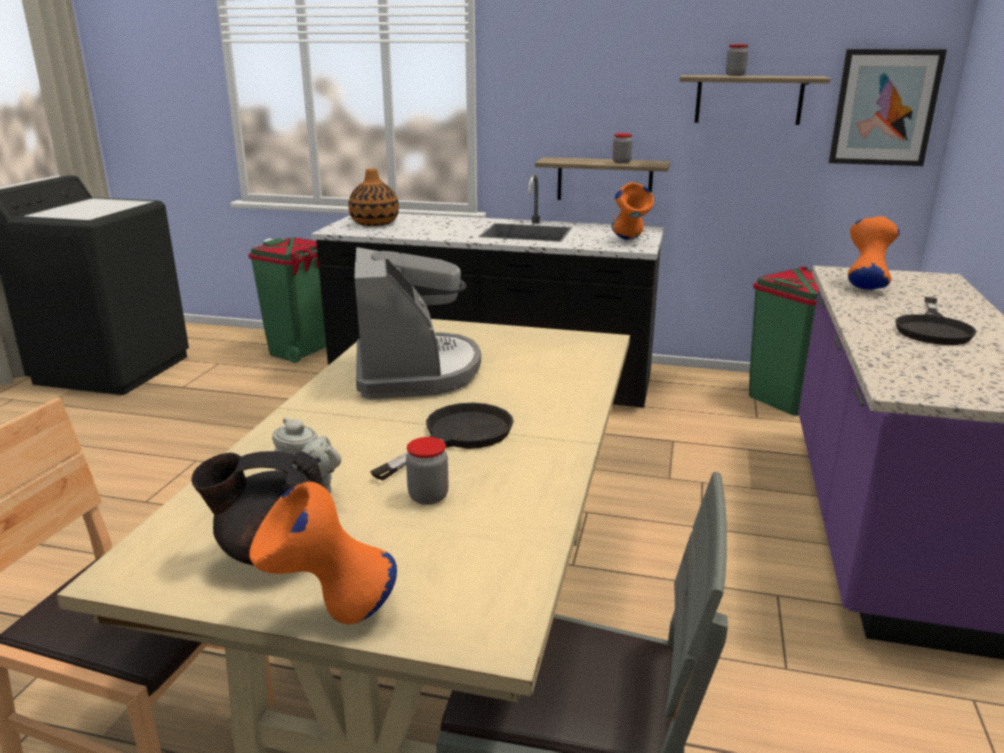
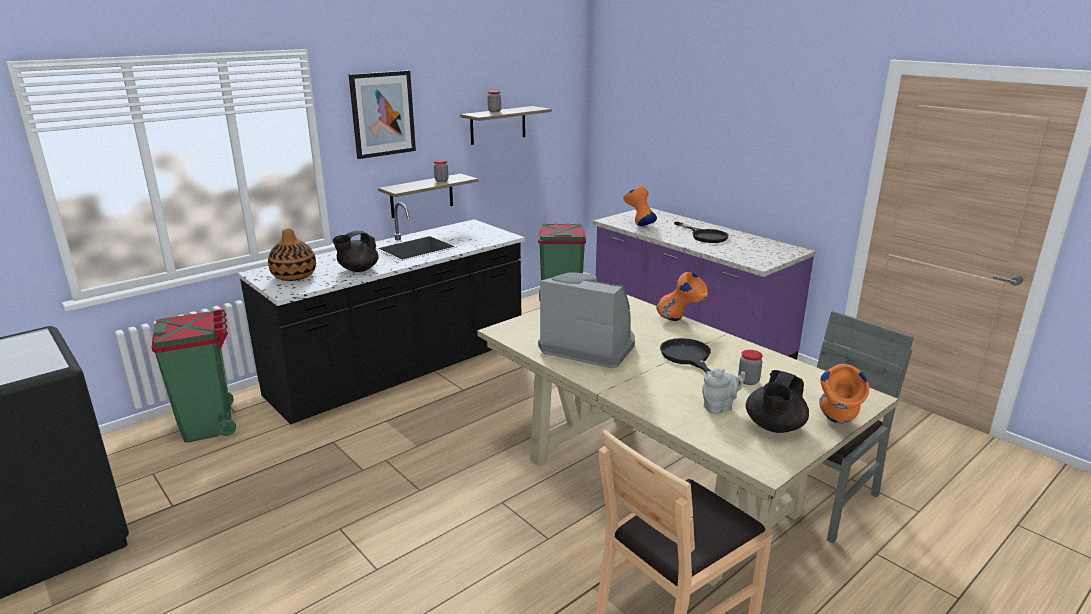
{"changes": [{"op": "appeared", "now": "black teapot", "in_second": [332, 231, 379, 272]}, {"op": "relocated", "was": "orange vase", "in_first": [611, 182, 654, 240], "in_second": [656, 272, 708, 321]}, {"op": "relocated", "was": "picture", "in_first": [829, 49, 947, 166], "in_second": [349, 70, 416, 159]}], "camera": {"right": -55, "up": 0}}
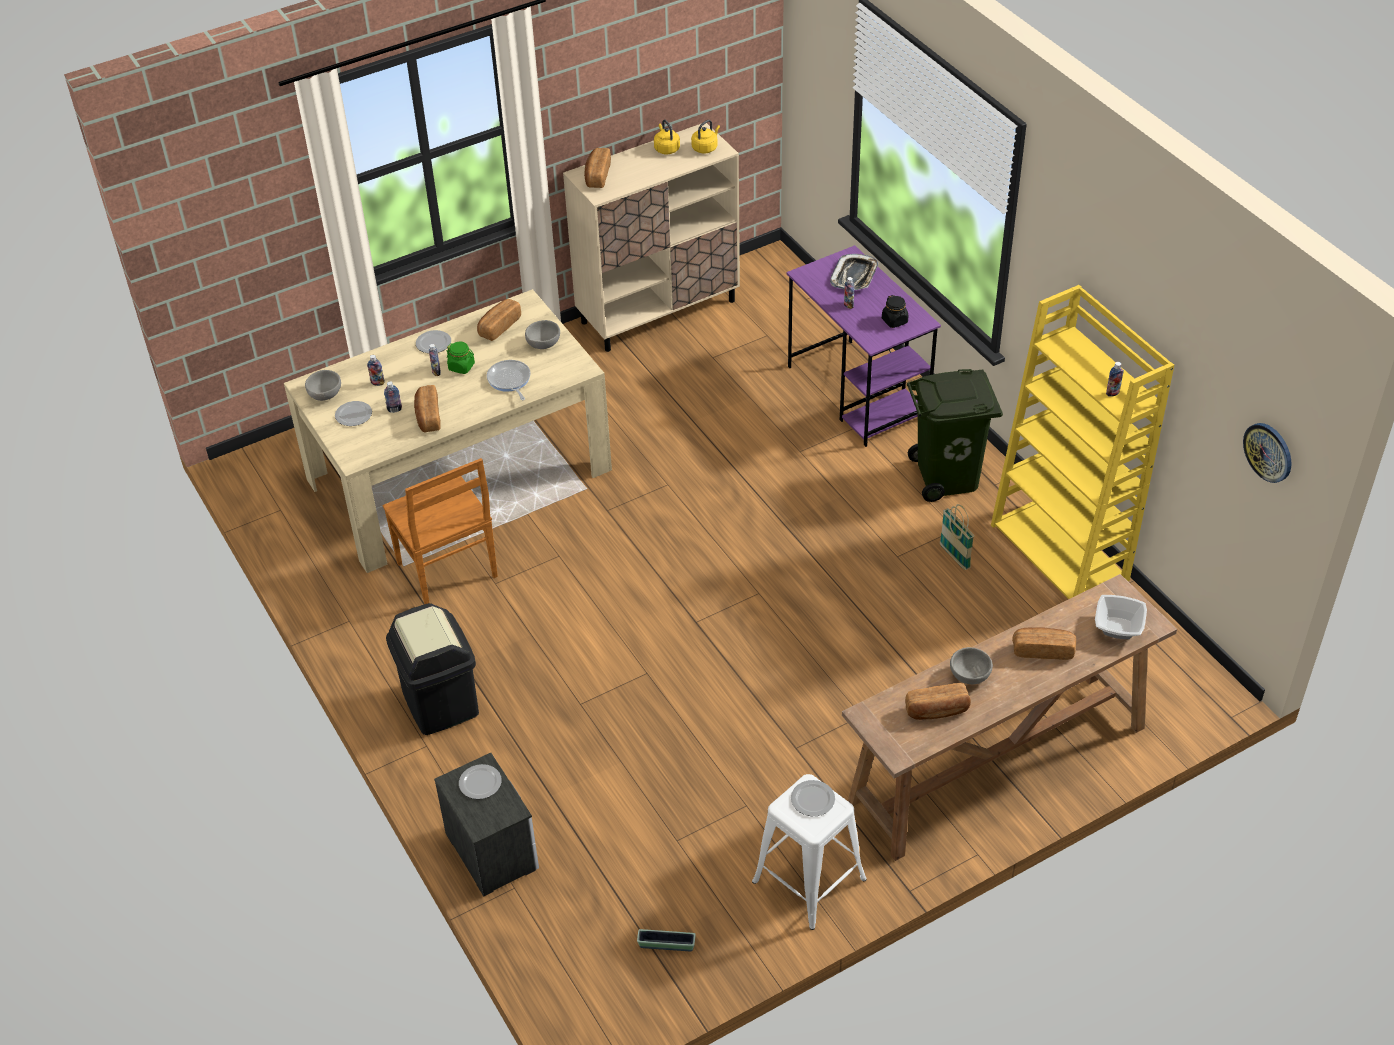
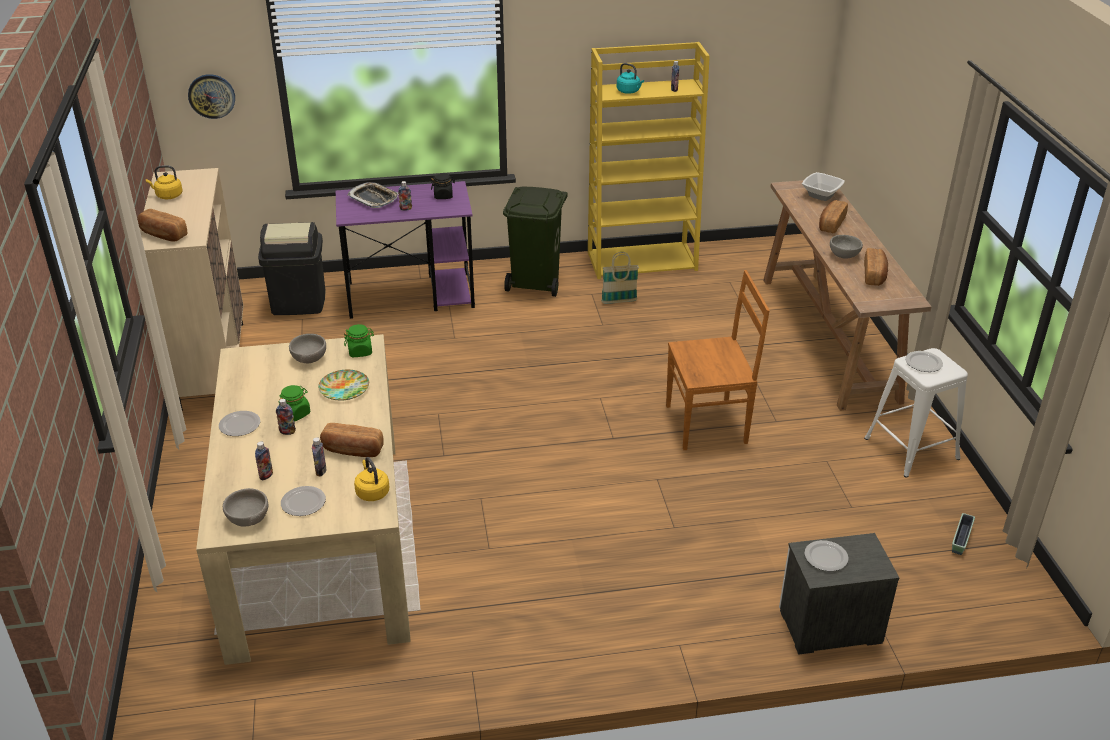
{"changes": [{"op": "missing", "was": "bread", "in_first": [477, 299, 521, 341]}, {"op": "appeared", "now": "green jar", "in_second": [344, 324, 374, 357]}, {"op": "appeared", "now": "turquoise kettle", "in_second": [617, 63, 644, 94]}, {"op": "relocated", "was": "brown chair", "in_first": [383, 458, 498, 604], "in_second": [666, 270, 770, 450]}, {"op": "relocated", "was": "black trash can", "in_first": [386, 603, 479, 735], "in_second": [258, 222, 326, 315]}, {"op": "relocated", "was": "yellow kettle", "in_first": [691, 120, 720, 153], "in_second": [354, 457, 389, 501]}, {"op": "relocated", "was": "wall clock", "in_first": [1243, 423, 1291, 483], "in_second": [188, 74, 235, 119]}, {"op": "exchanged", "was": "frying pan", "now": "plate", "in_first": [487, 360, 531, 400], "in_second": [318, 370, 369, 401]}], "camera": {"right": -70, "up": -10}}
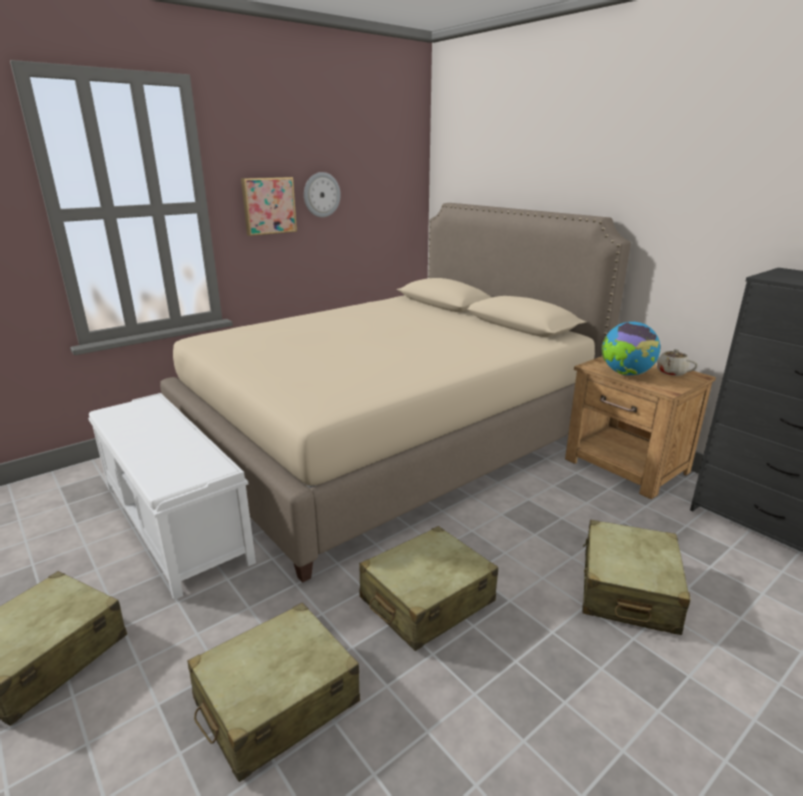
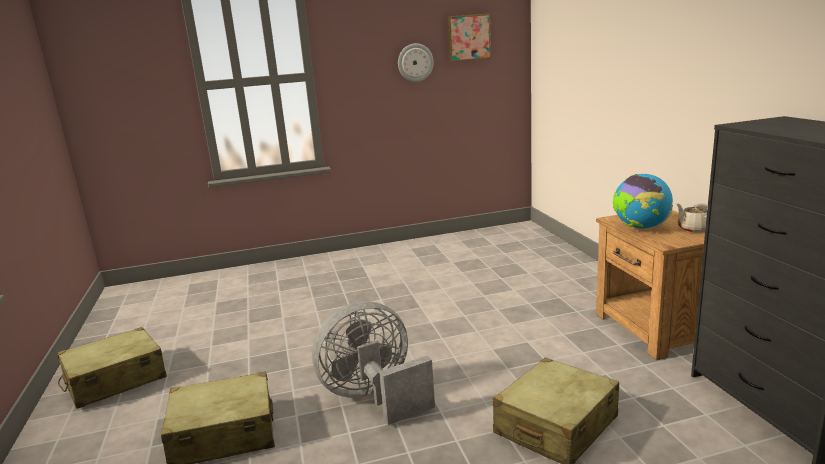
{"changes": [{"op": "missing", "was": "white bench", "in_first": [88, 393, 256, 600]}, {"op": "missing", "was": "beige bed", "in_first": [160, 203, 631, 583]}, {"op": "relocated", "was": "picture", "in_first": [241, 177, 297, 236], "in_second": [447, 14, 491, 62]}, {"op": "exchanged", "was": "beige suitcase", "now": "grey fan", "in_first": [359, 526, 498, 651], "in_second": [312, 301, 435, 425]}], "camera": {"right": 25, "up": -5}}
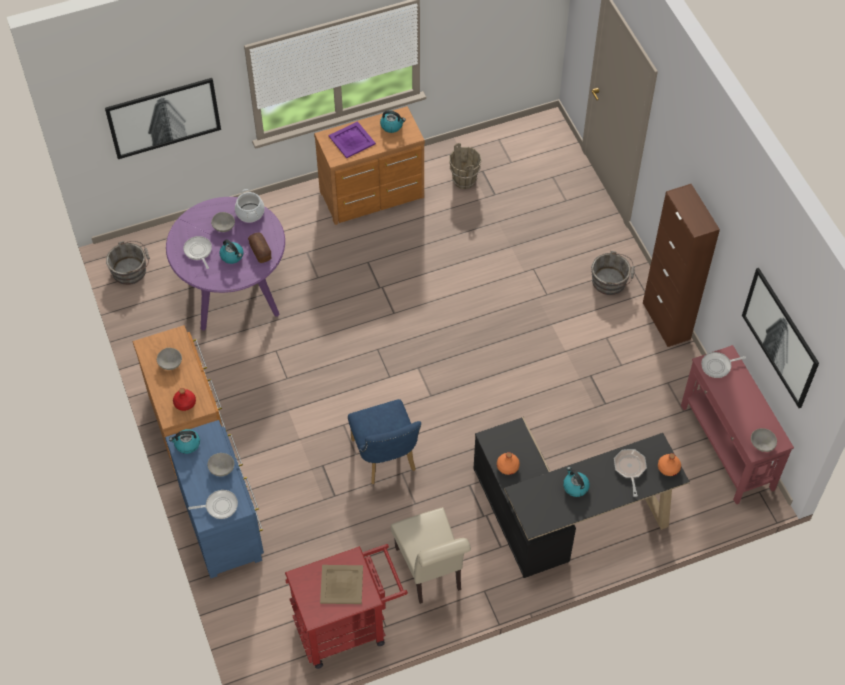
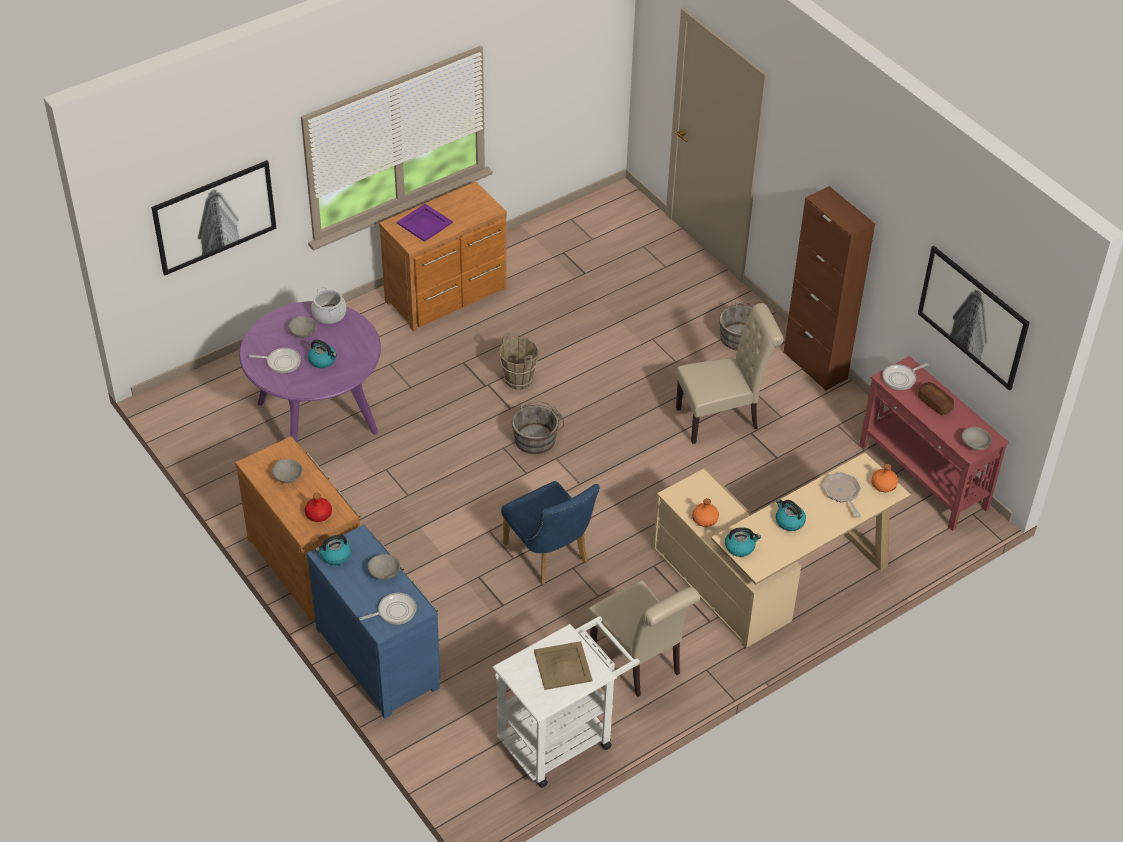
{"changes": [{"op": "appeared", "now": "beige chair", "in_second": [676, 303, 784, 444]}, {"op": "relocated", "was": "grey bucket", "in_first": [106, 241, 150, 285], "in_second": [512, 402, 564, 454]}, {"op": "relocated", "was": "bread", "in_first": [248, 233, 271, 263], "in_second": [918, 382, 954, 416]}, {"op": "relocated", "was": "kettle", "in_first": [380, 110, 406, 133], "in_second": [725, 527, 761, 557]}, {"op": "relocated", "was": "brown bucket", "in_first": [449, 143, 482, 189], "in_second": [499, 333, 539, 390]}, {"op": "colour", "was": "red cart", "now": "white cart", "in_first": [285, 544, 408, 669], "in_second": [492, 616, 640, 788]}, {"op": "colour", "was": "black desk", "now": "beige desk", "in_first": [473, 417, 690, 578], "in_second": [653, 453, 911, 648]}, {"op": "spun", "was": "frying pan", "in_first": [183, 236, 212, 269], "in_second": [249, 348, 301, 373], "clockwise": 135}], "camera": {"right": -15, "up": -10}}
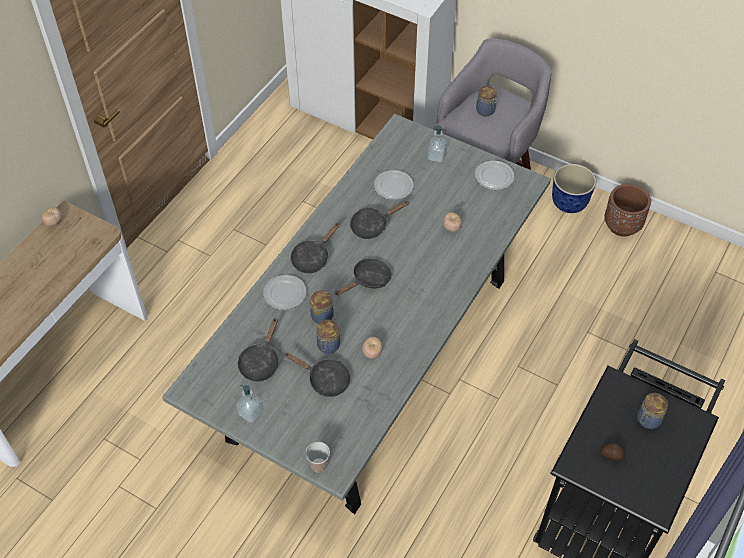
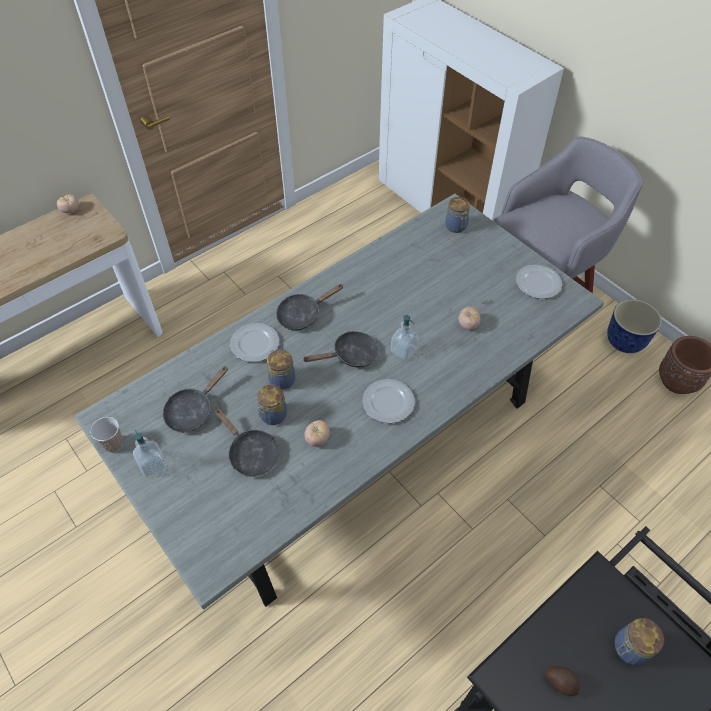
{"changes": [{"op": "missing", "was": "black frying pan", "in_first": [350, 201, 409, 239]}, {"op": "relocated", "was": "cup", "in_first": [306, 442, 330, 473], "in_second": [90, 417, 123, 452]}, {"op": "relocated", "was": "plate", "in_first": [374, 170, 414, 200], "in_second": [363, 379, 415, 423]}, {"op": "relocated", "was": "soap dispenser", "in_first": [427, 126, 447, 162], "in_second": [391, 315, 419, 360]}, {"op": "relocated", "was": "jar", "in_first": [476, 86, 497, 116], "in_second": [445, 197, 470, 233]}], "camera": {"right": 20, "up": 0}}
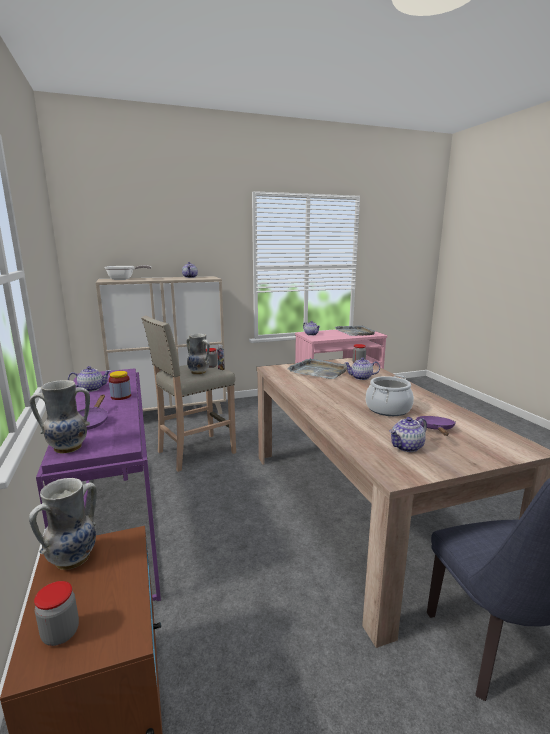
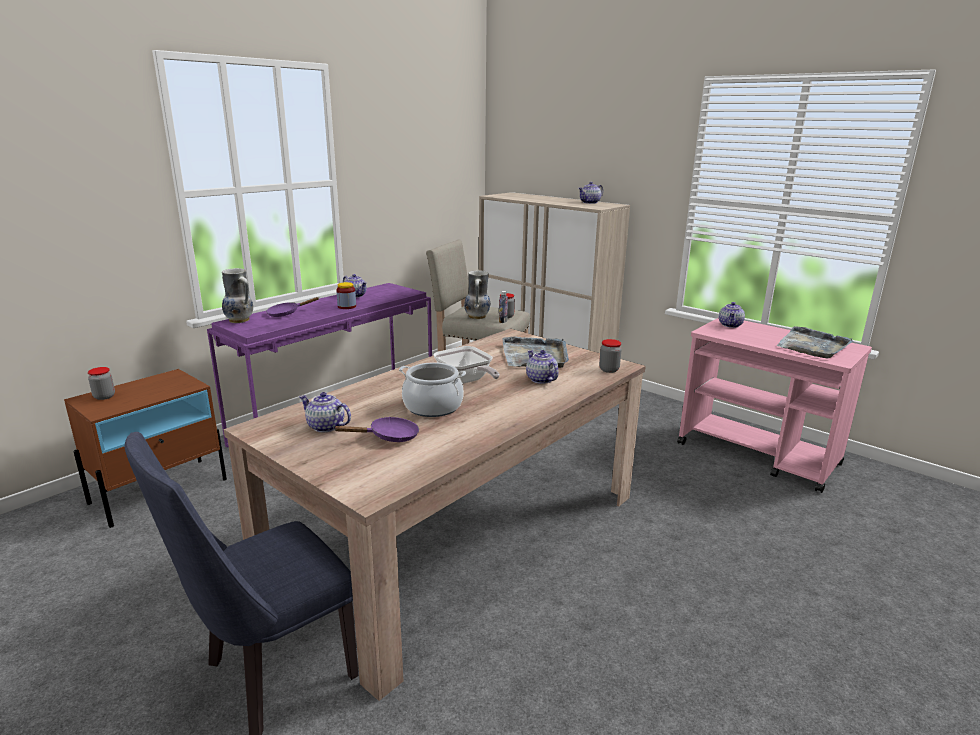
{"changes": [{"op": "missing", "was": "vase", "in_first": [29, 478, 96, 570]}, {"op": "relocated", "was": "frying pan", "in_first": [105, 265, 151, 280], "in_second": [434, 346, 500, 384]}], "camera": {"right": 60, "up": 5}}
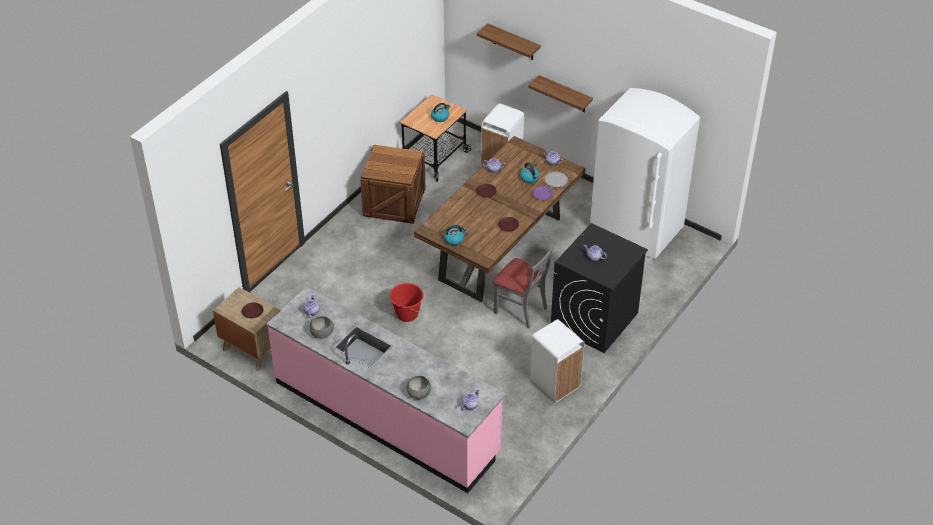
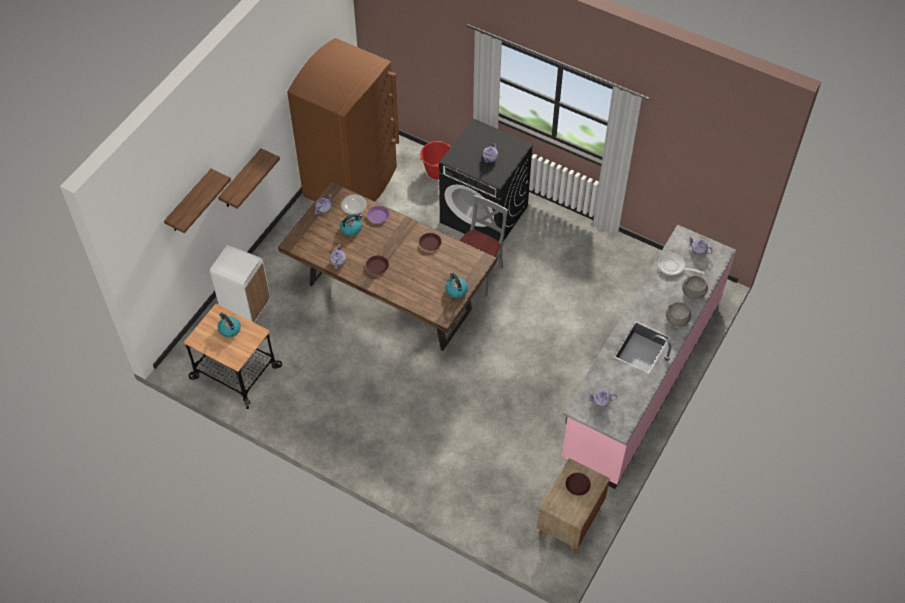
{"changes": [{"op": "missing", "was": "crate", "in_first": [360, 145, 426, 224]}, {"op": "missing", "was": "white trash can", "in_first": [530, 319, 584, 402]}, {"op": "appeared", "now": "frying pan", "in_second": [658, 253, 705, 275]}, {"op": "relocated", "was": "grey bowl", "in_first": [310, 316, 334, 339], "in_second": [666, 302, 691, 327]}, {"op": "relocated", "was": "red bucket", "in_first": [390, 283, 423, 322], "in_second": [420, 141, 451, 180]}, {"op": "colour", "was": "white fridge", "now": "brown fridge", "in_first": [590, 88, 700, 259], "in_second": [287, 38, 399, 202]}], "camera": {"right": -95, "up": 10}}
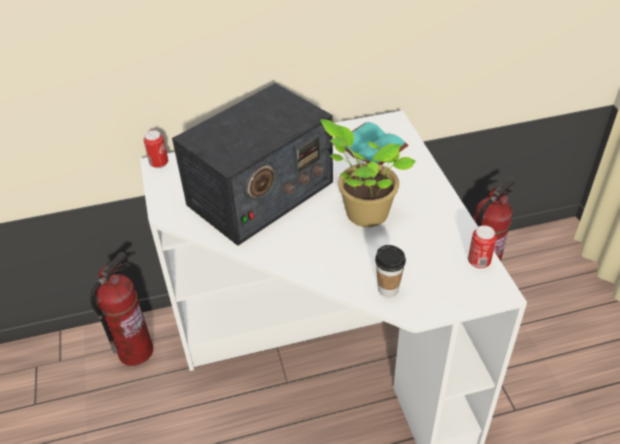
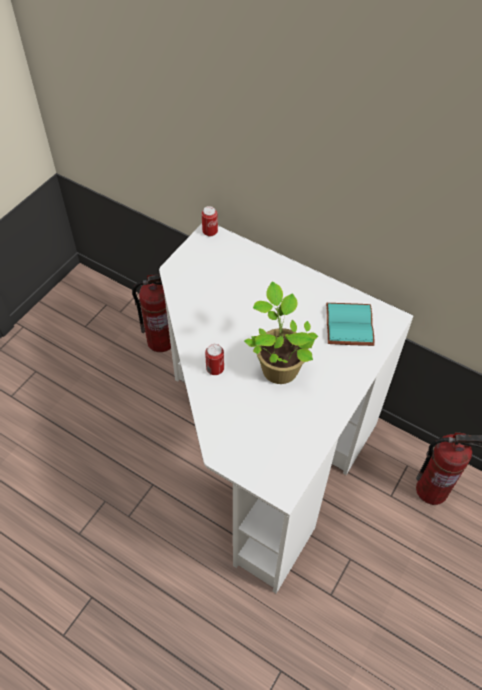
{"changes": [{"op": "missing", "was": "radio", "in_first": [172, 83, 333, 246]}, {"op": "missing", "was": "cup", "in_first": [375, 245, 406, 297]}, {"op": "relocated", "was": "can", "in_first": [468, 225, 497, 269], "in_second": [205, 344, 224, 375]}], "camera": {"right": 45, "up": 10}}
